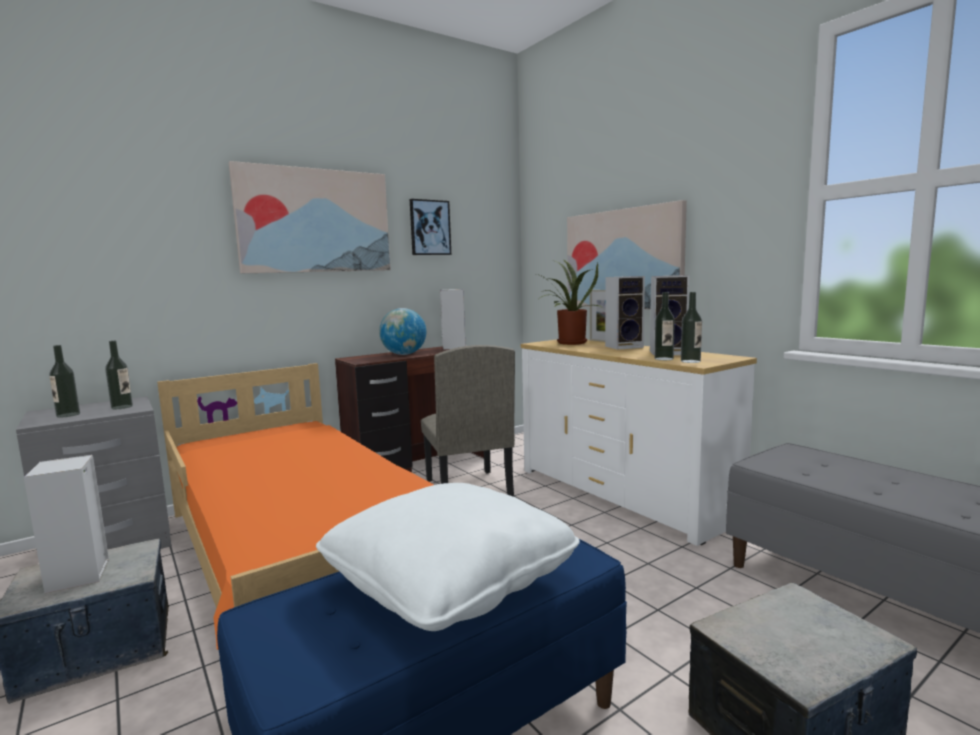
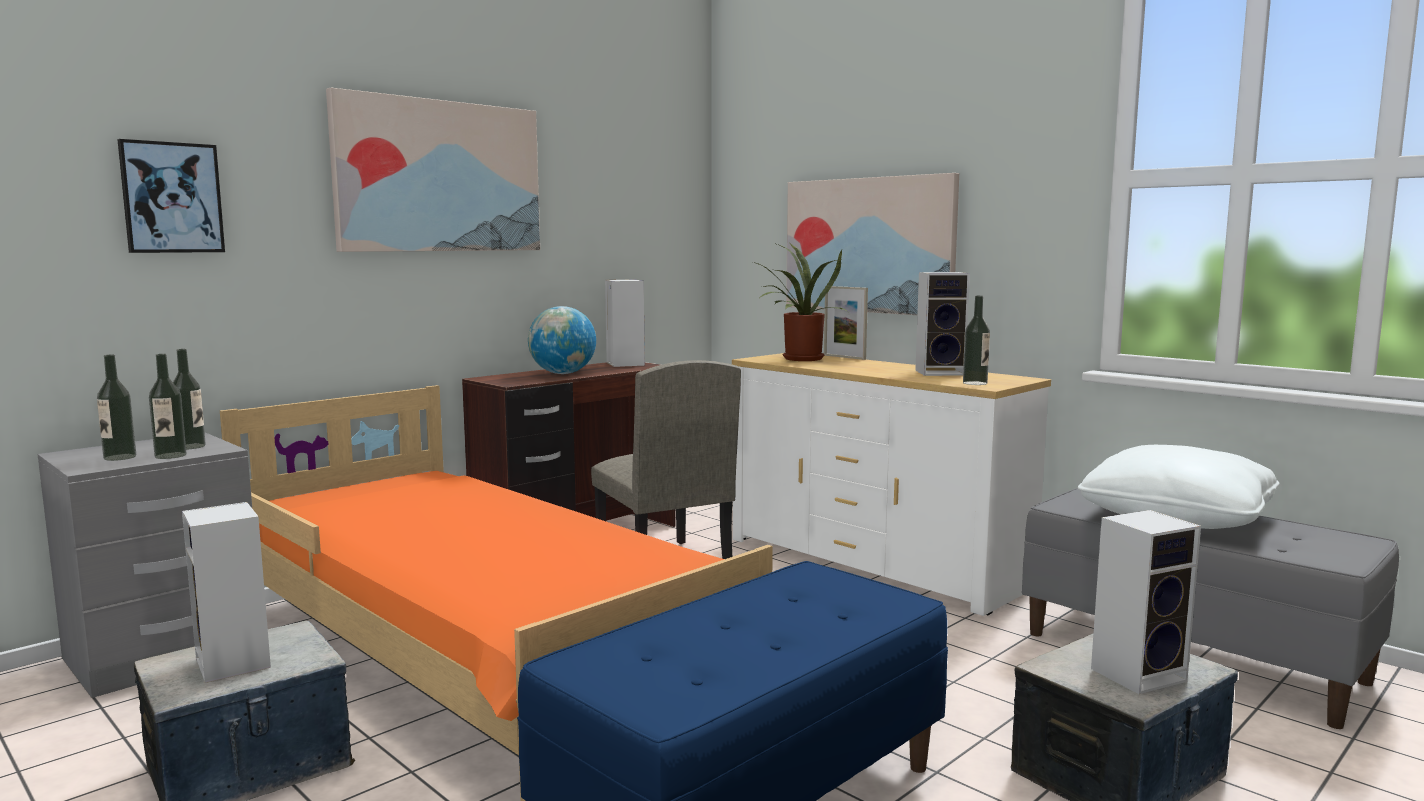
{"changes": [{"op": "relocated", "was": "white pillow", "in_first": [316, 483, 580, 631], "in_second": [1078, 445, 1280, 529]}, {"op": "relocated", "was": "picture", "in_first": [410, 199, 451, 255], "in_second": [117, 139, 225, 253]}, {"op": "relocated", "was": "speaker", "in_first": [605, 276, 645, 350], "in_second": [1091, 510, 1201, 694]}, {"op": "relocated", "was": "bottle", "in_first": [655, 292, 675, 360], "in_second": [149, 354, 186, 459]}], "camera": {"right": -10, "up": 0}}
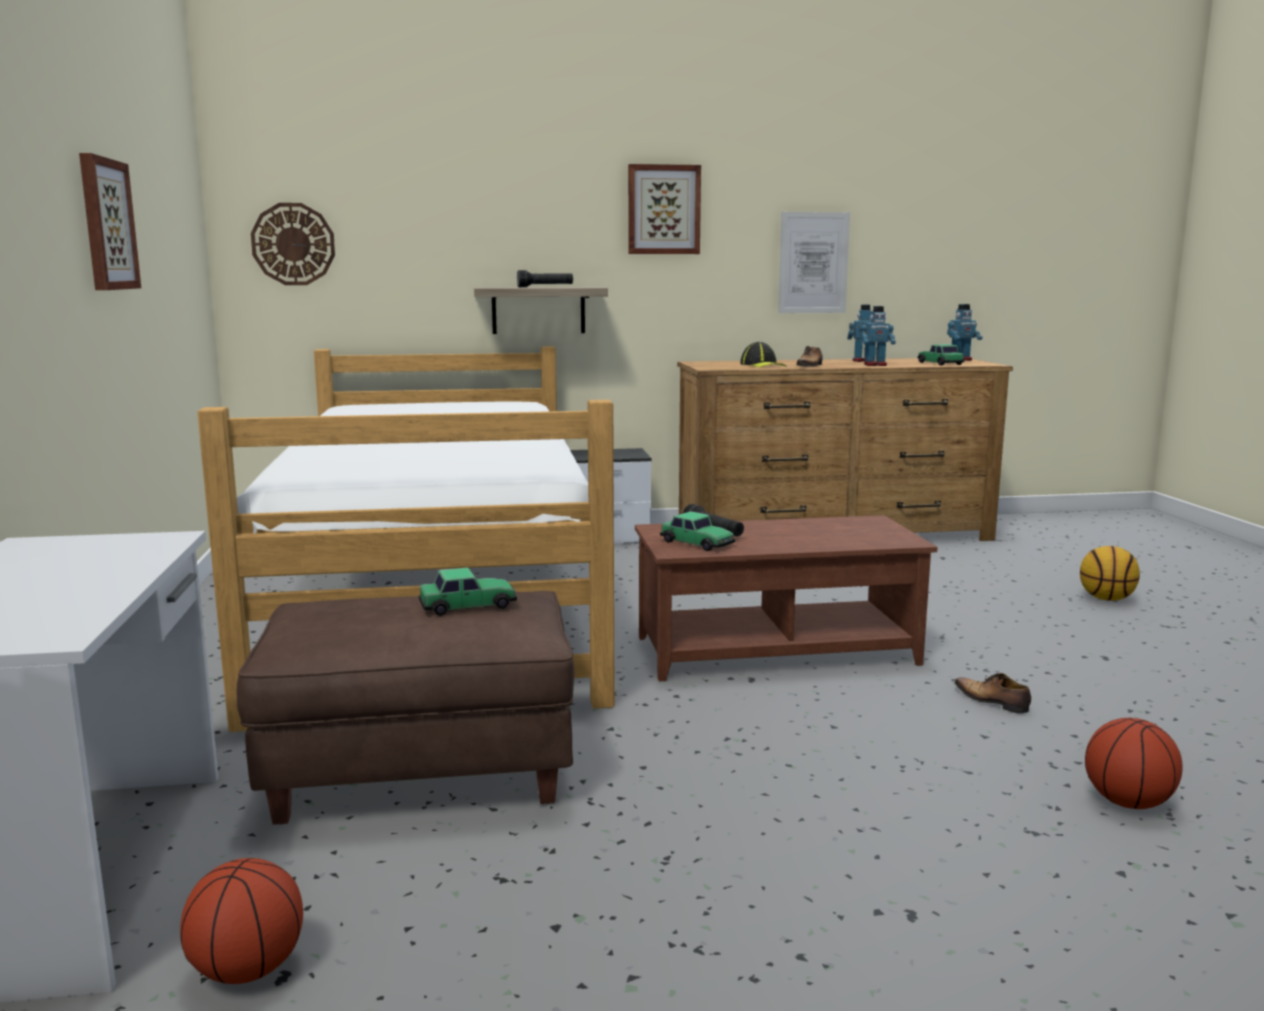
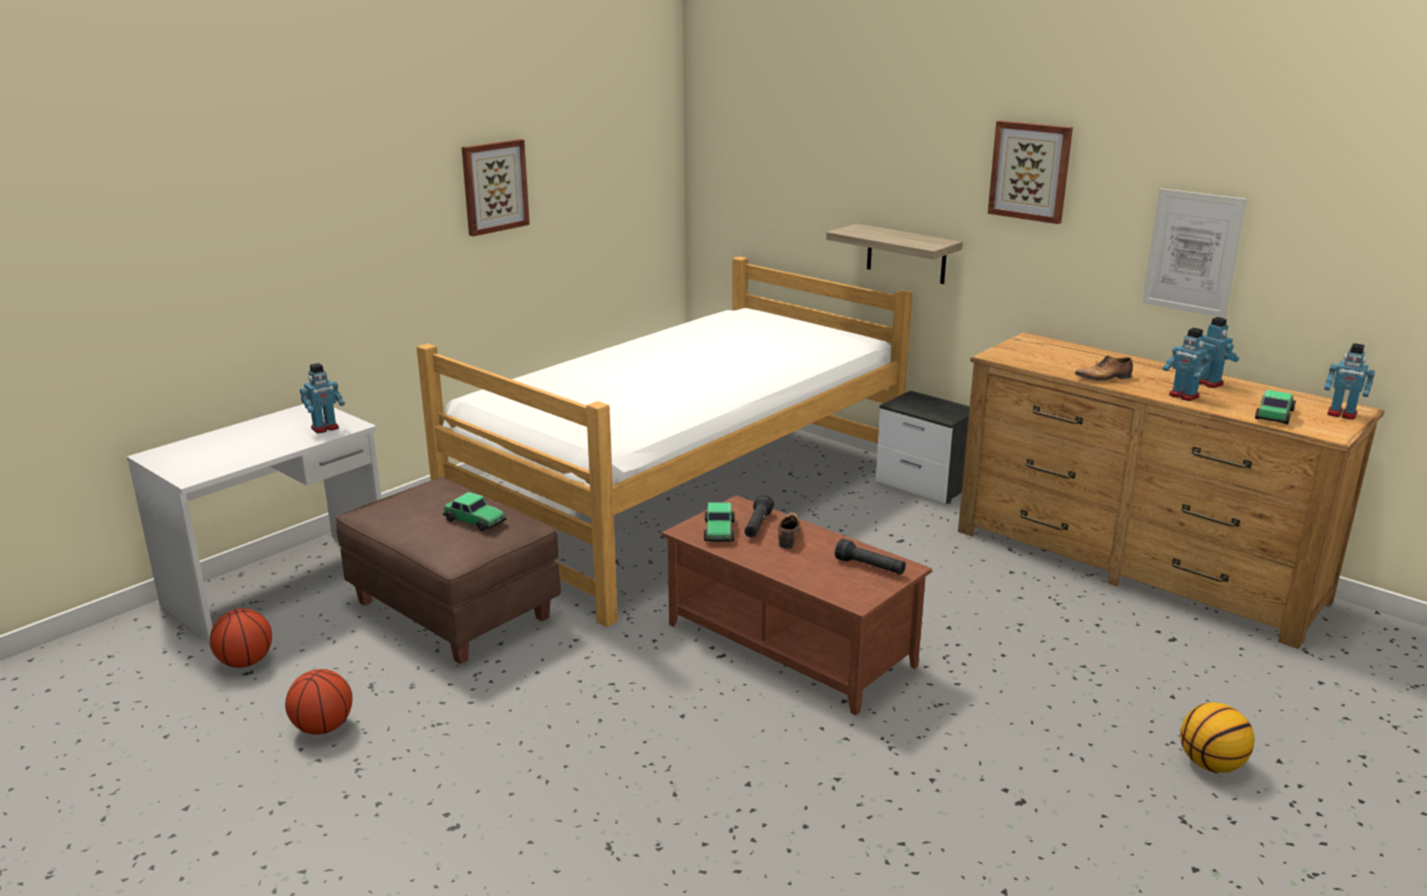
{"changes": [{"op": "missing", "was": "wall clock", "in_first": [251, 203, 335, 285]}, {"op": "missing", "was": "cap", "in_first": [740, 342, 787, 367]}, {"op": "appeared", "now": "toy robot", "in_second": [300, 363, 345, 433]}, {"op": "relocated", "was": "black flashlight", "in_first": [517, 270, 573, 287], "in_second": [835, 538, 906, 575]}, {"op": "relocated", "was": "shoe", "in_first": [955, 673, 1031, 714], "in_second": [778, 512, 800, 549]}, {"op": "relocated", "was": "basketball", "in_first": [1085, 718, 1183, 809], "in_second": [285, 669, 352, 735]}], "camera": {"right": 50, "up": 10}}
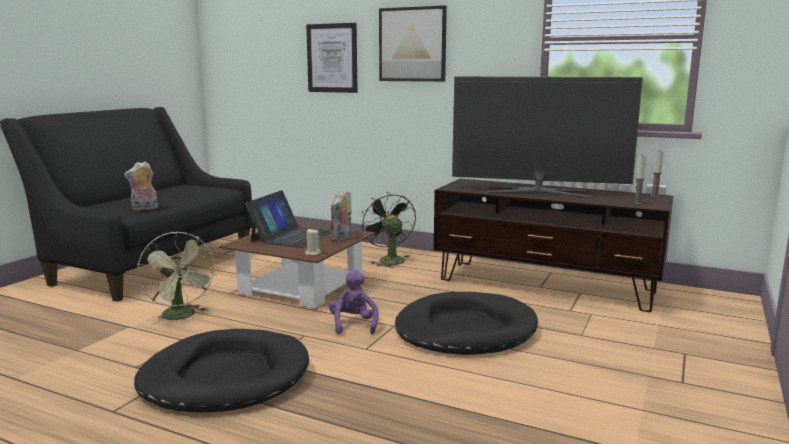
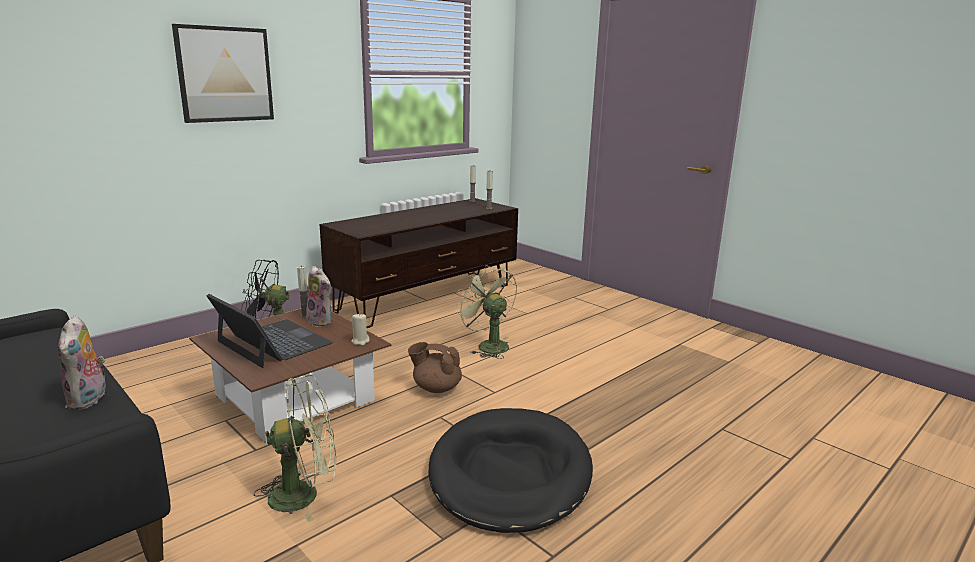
{"changes": [{"op": "missing", "was": "picture", "in_first": [306, 23, 357, 93]}, {"op": "missing", "was": "television", "in_first": [452, 76, 643, 198]}, {"op": "exchanged", "was": "purple plush toy", "now": "brown teapot", "in_first": [329, 270, 379, 334], "in_second": [408, 342, 462, 393]}, {"op": "exchanged", "was": "black dog bed", "now": "green fan", "in_first": [395, 292, 538, 355], "in_second": [455, 265, 517, 359]}], "camera": {"right": -70, "up": 5}}
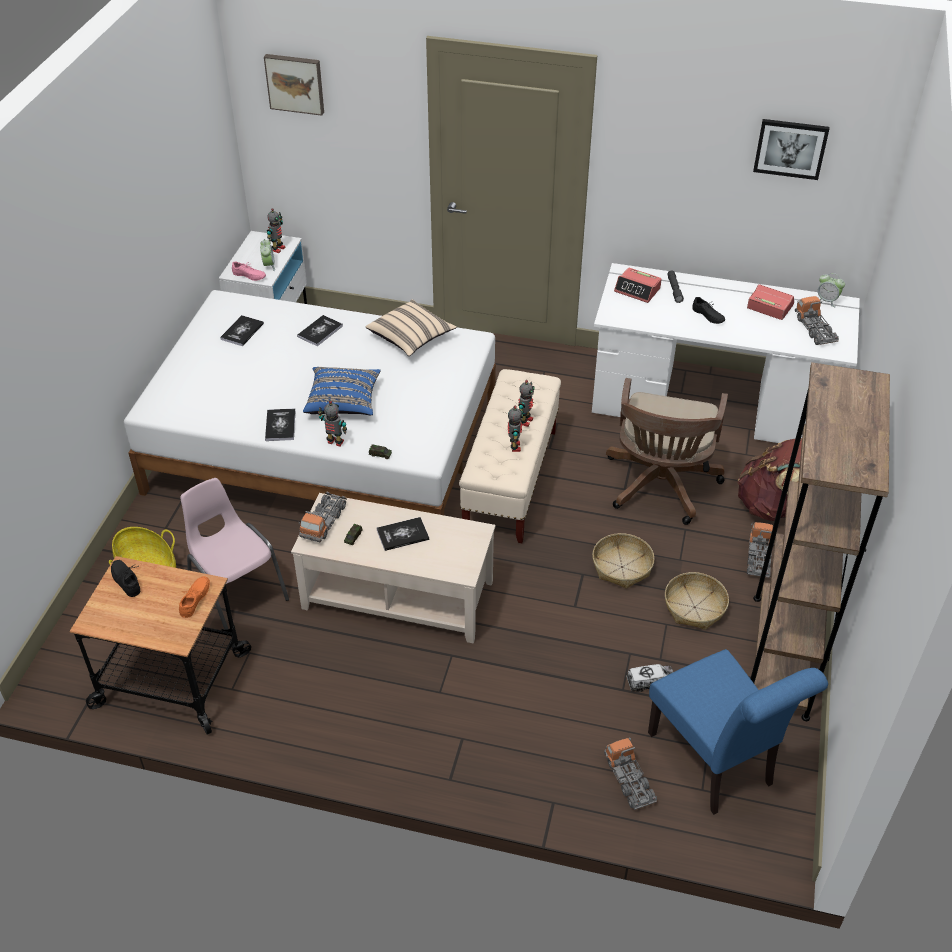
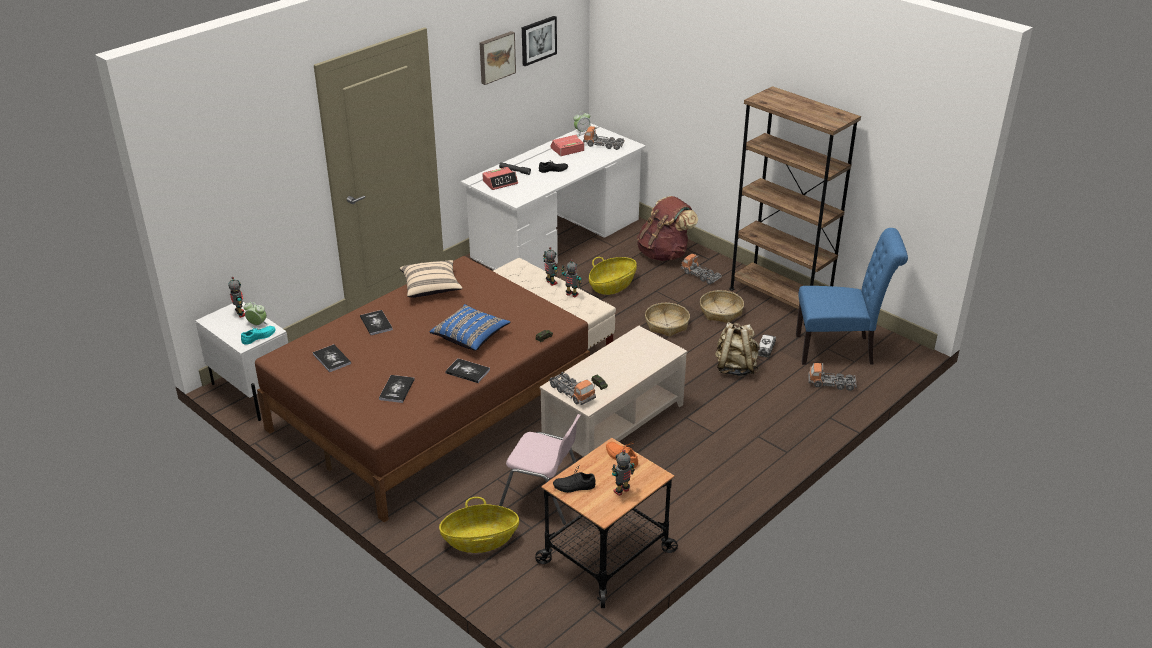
{"changes": [{"op": "appeared", "now": "beige backpack", "in_second": [715, 322, 760, 376]}, {"op": "relocated", "was": "picture", "in_first": [264, 54, 324, 116], "in_second": [480, 31, 516, 85]}, {"op": "relocated", "was": "toy robot", "in_first": [318, 401, 347, 447], "in_second": [612, 450, 635, 496]}, {"op": "relocated", "was": "book", "in_first": [377, 517, 429, 551], "in_second": [379, 375, 415, 403]}, {"op": "exchanged", "was": "brown office chair", "now": "basket", "in_first": [606, 378, 728, 525], "in_second": [589, 257, 637, 295]}, {"op": "colour", "was": "white bed", "now": "brown bed", "in_first": [124, 290, 496, 515], "in_second": [255, 256, 590, 522]}, {"op": "colour", "was": "pink shoe", "now": "turquoise shoe", "in_first": [232, 261, 266, 281], "in_second": [241, 326, 276, 345]}, {"op": "spun", "was": "pink chair", "in_first": [180, 478, 289, 630], "in_second": [499, 414, 581, 525], "clockwise": -150}], "camera": {"right": -60, "up": -10}}
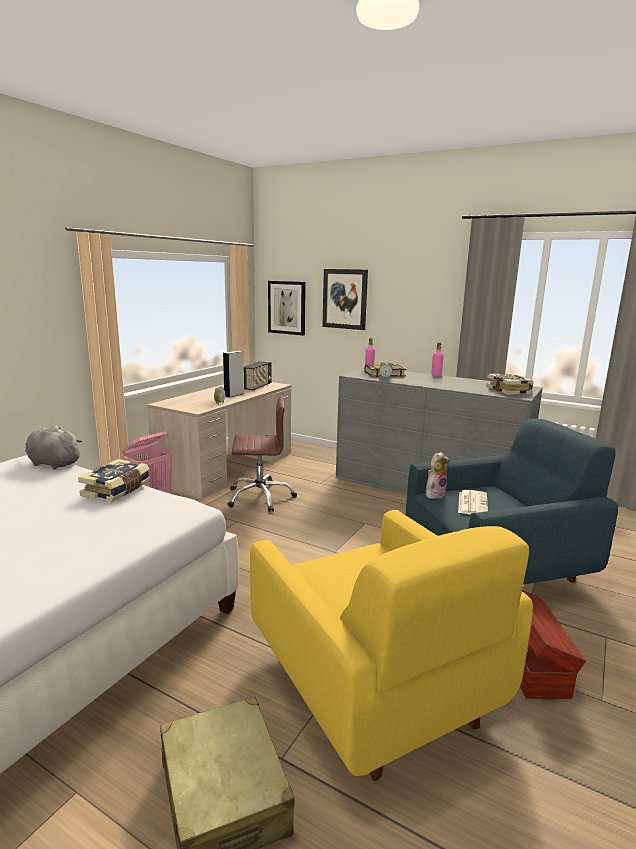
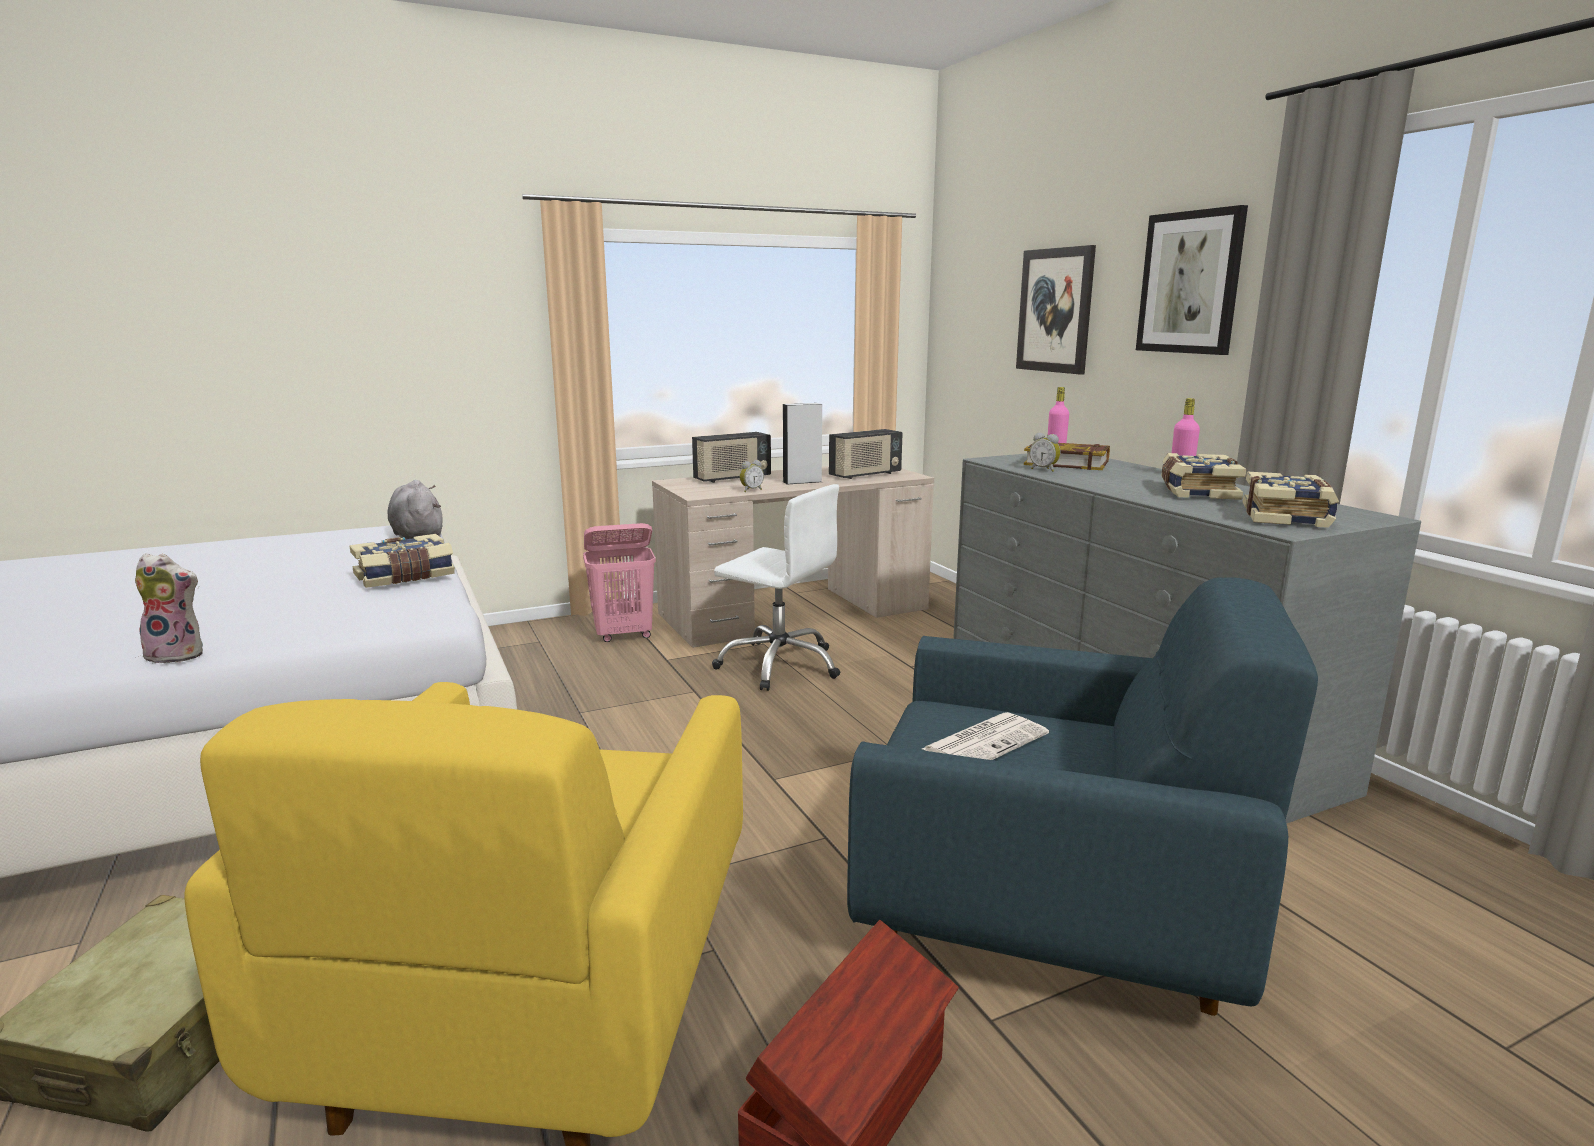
{"changes": [{"op": "appeared", "now": "radio", "in_second": [692, 432, 771, 483]}, {"op": "appeared", "now": "book", "in_second": [1161, 453, 1246, 500]}, {"op": "relocated", "was": "picture", "in_first": [268, 281, 306, 335], "in_second": [1136, 205, 1248, 355]}, {"op": "relocated", "was": "plush toy", "in_first": [425, 452, 450, 499], "in_second": [135, 553, 203, 664]}, {"op": "colour", "was": "brown office chair", "now": "white office chair", "in_first": [228, 395, 297, 512], "in_second": [712, 484, 841, 691]}], "camera": {"right": 35, "up": 0}}
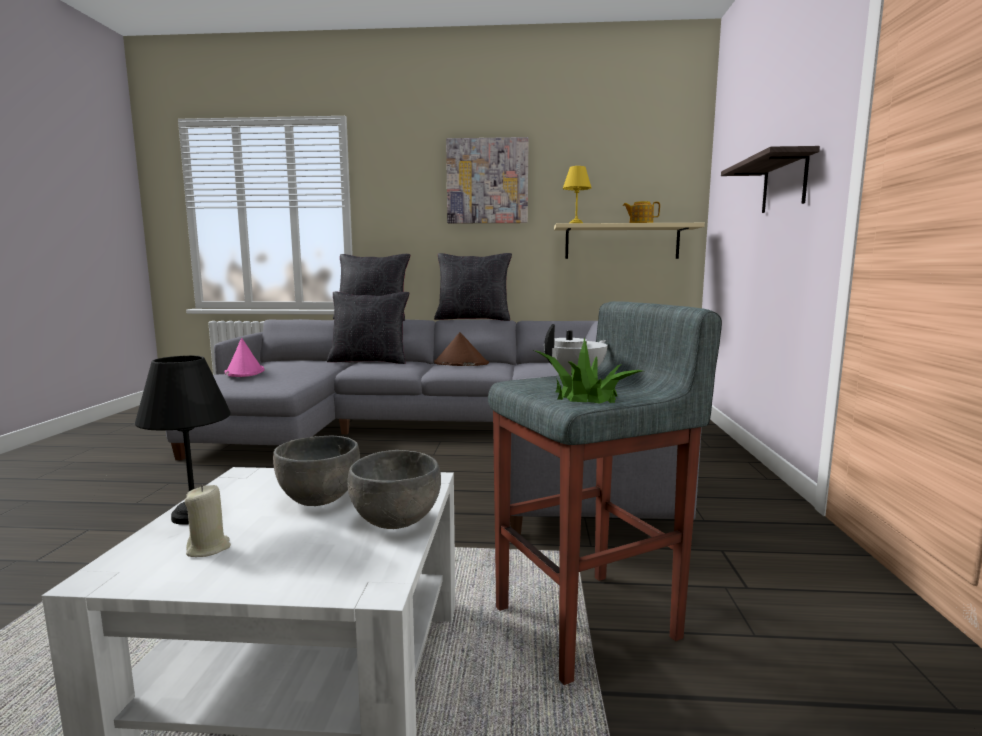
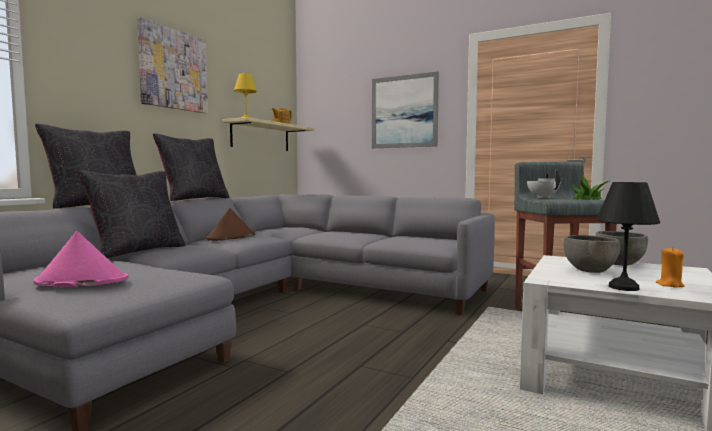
{"changes": [{"op": "exchanged", "was": "shelf", "now": "picture", "in_first": [721, 146, 820, 213], "in_second": [372, 71, 439, 148]}, {"op": "colour", "was": "beige candle", "now": "orange candle", "in_first": [185, 485, 231, 557], "in_second": [656, 247, 685, 288]}], "camera": {"right": -65, "up": -5}}
